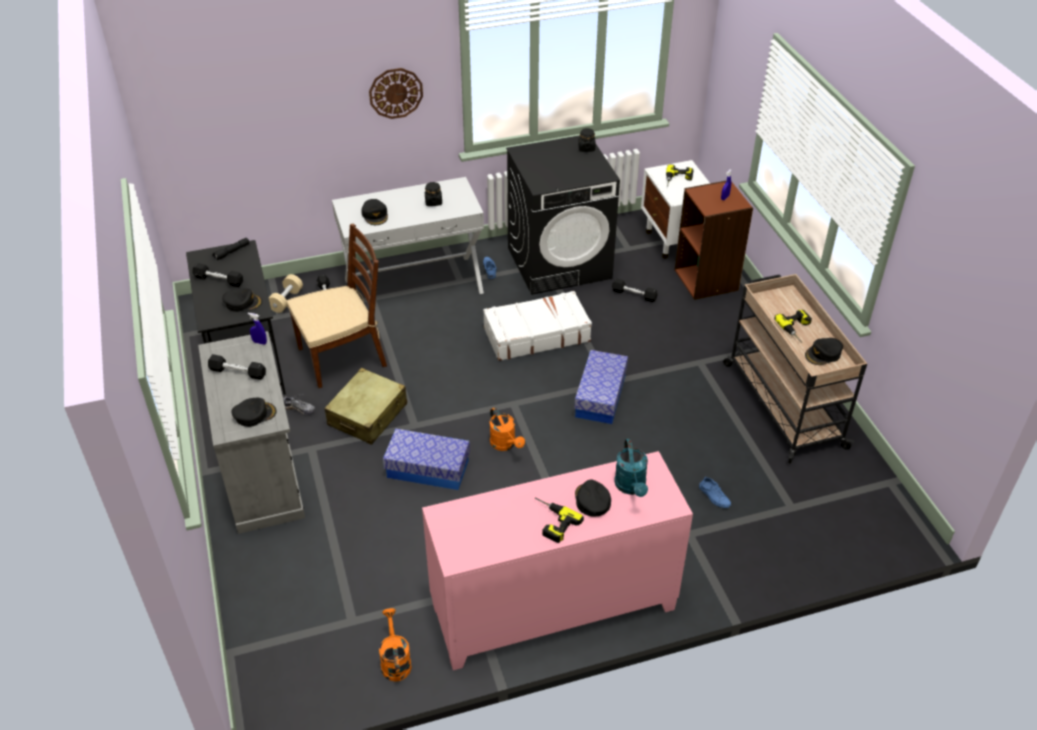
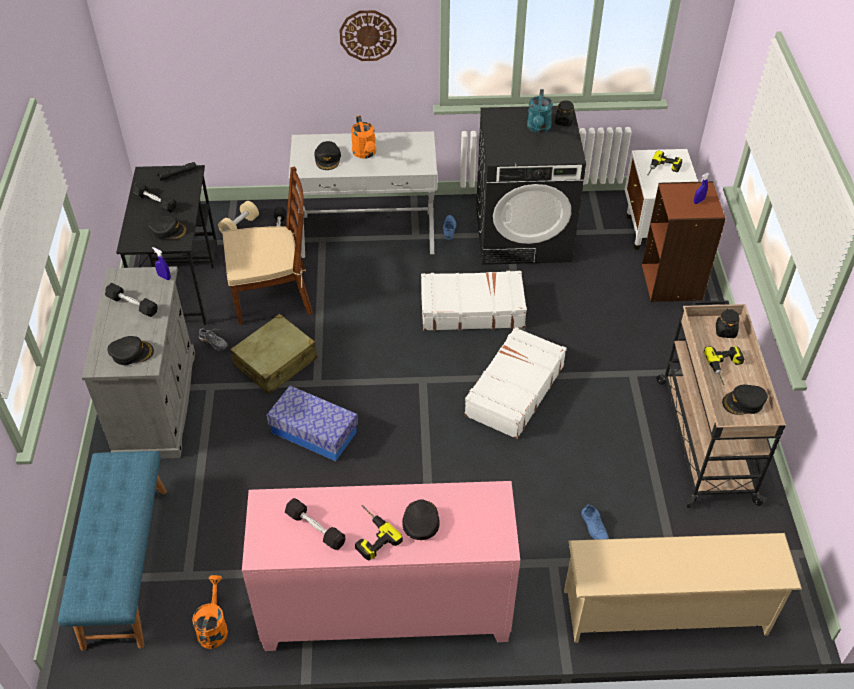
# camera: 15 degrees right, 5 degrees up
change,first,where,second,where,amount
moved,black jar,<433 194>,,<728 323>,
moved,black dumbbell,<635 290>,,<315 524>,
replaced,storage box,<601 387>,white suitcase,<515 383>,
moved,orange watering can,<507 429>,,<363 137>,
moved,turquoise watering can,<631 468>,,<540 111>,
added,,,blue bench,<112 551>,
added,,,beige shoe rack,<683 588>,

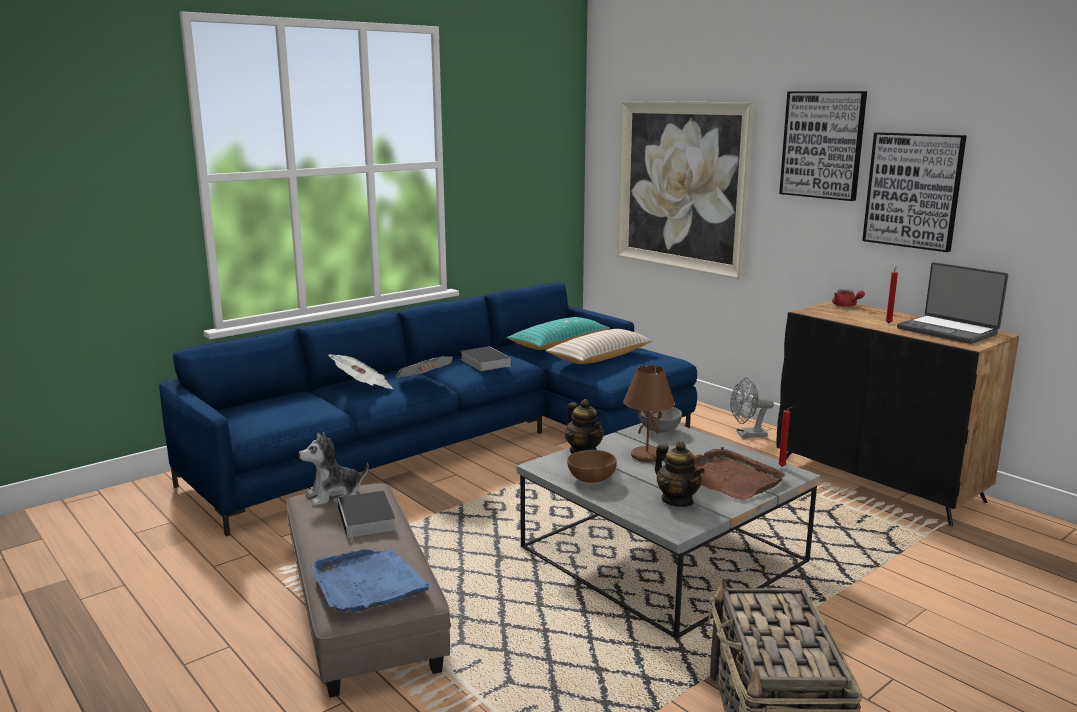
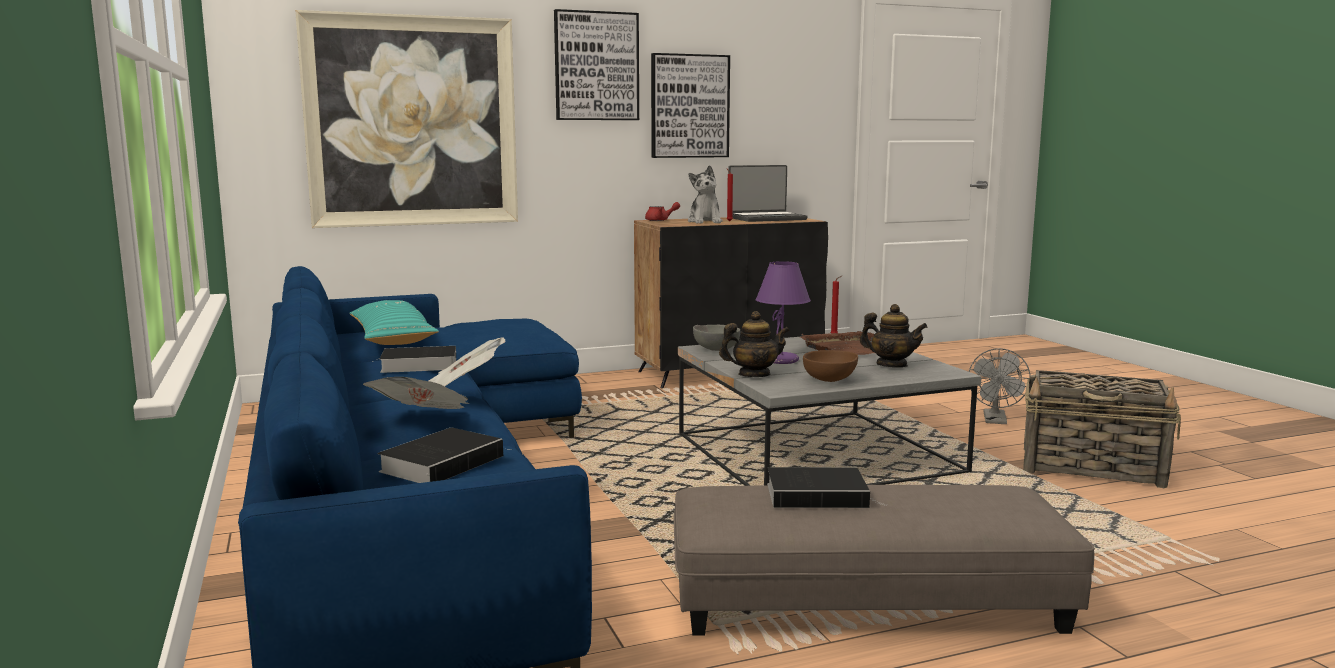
# camera: 70 degrees left, 5 degrees down
change,first,where,second,where,amount
removed,beige pillow,<599 346>,,,
recoloured,brown table lamp,<649 413>,purple table lamp,<783 312>,
moved,grey fan,<752 408>,,<1000 386>,
moved,plush toy,<333 469>,,<705 194>,
turned,teapot,<680 474>,,<893 336>,45 degrees clockwise
removed,blue tray,<372 581>,,,
added,,,book,<442 455>,

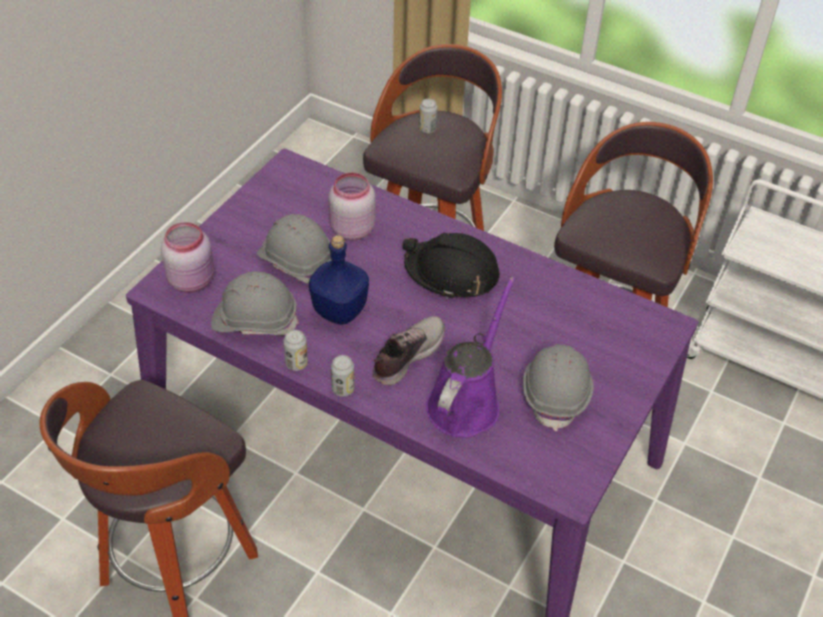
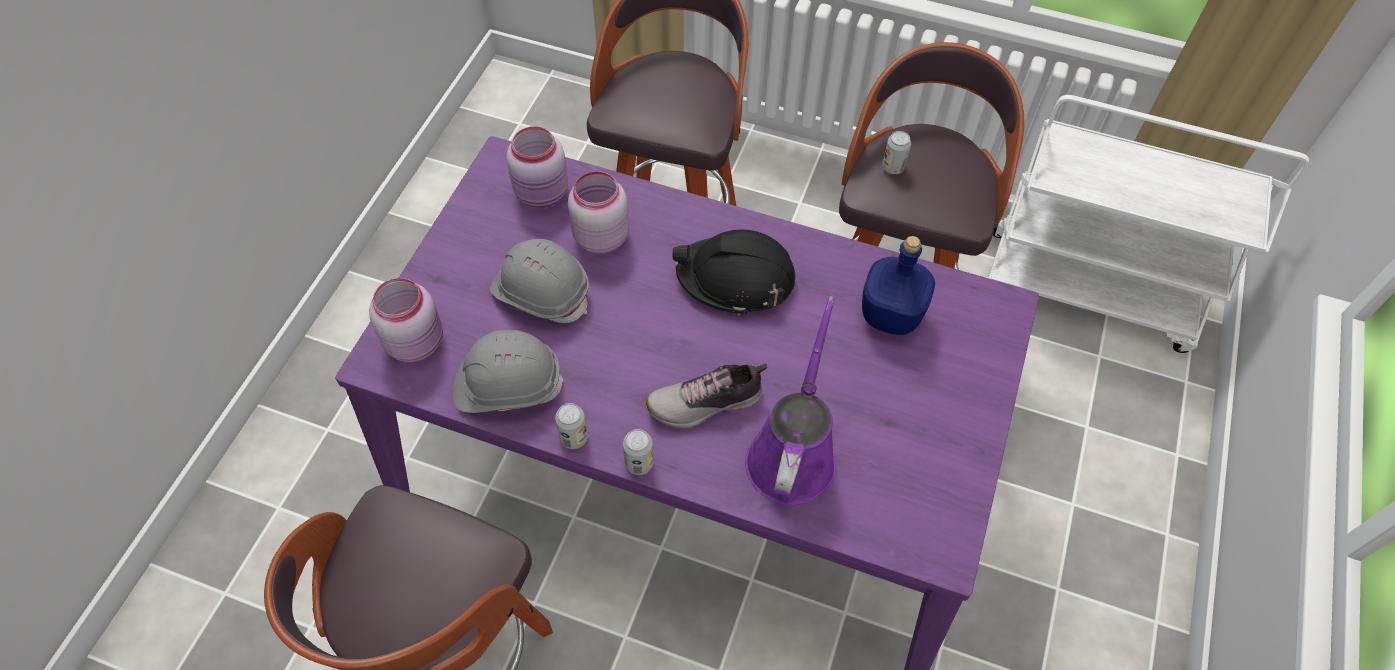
# camera: 10 degrees left, 10 degrees up
change,first,where,second,where,amount
moved,can,<428 116>,,<896 152>,
moved,blue bottle,<339 280>,,<898 285>,
turned,shoe,<409 350>,,<706 396>,135 degrees counterclockwise
removed,grey hard hat,<558 387>,,,
added,,,pink jar,<537 167>,

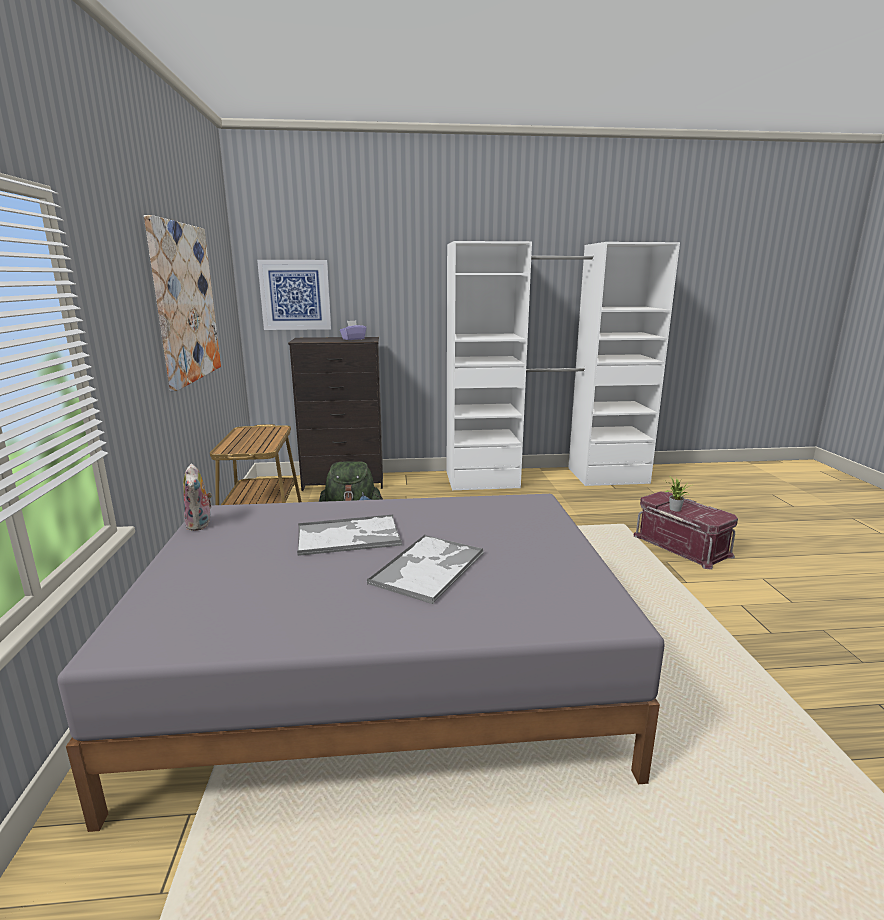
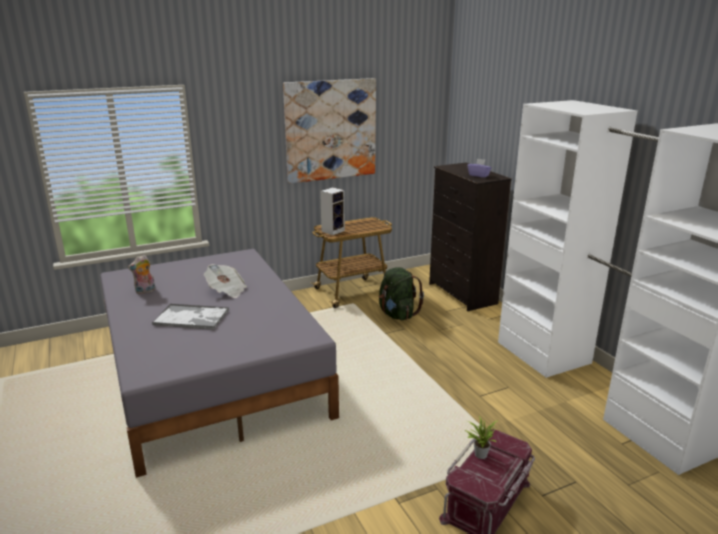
# camera: 70 degrees right, 5 degrees up
change,first,where,second,where,amount
removed,picture,<294 295>,,,
moved,plush toy,<197 497>,,<141 274>,
replaced,tray,<349 535>,newspaper,<225 281>,
added,,,speaker,<332 211>,

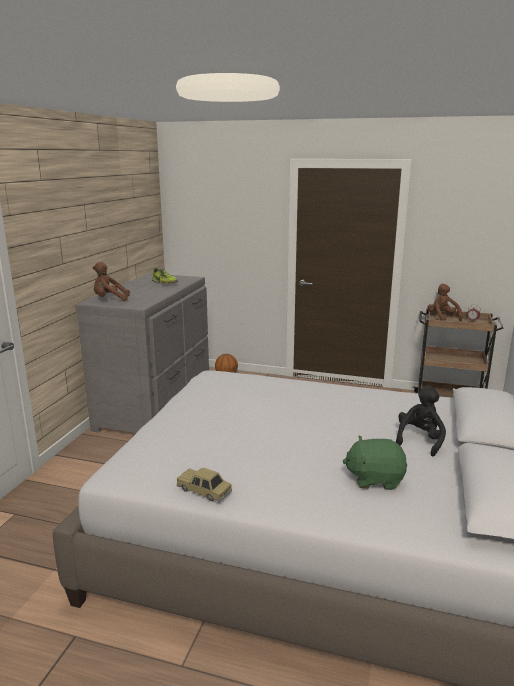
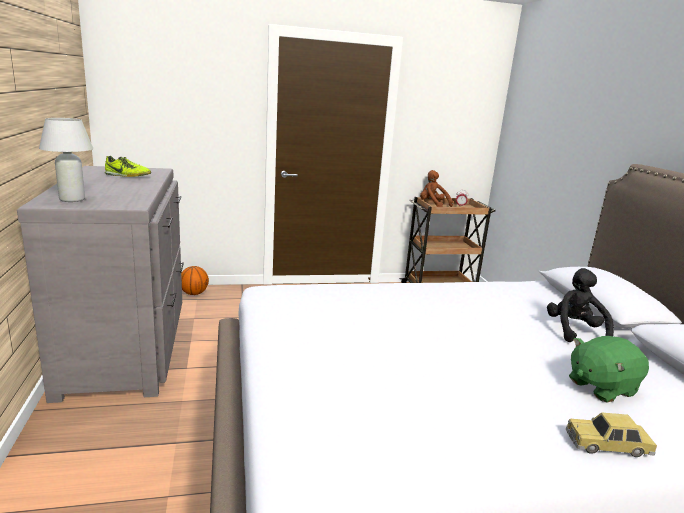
# camera: 30 degrees left, 0 degrees up
change,first,where,second,where,amount
replaced,brown plush toy,<111 281>,white table lamp,<66 160>,
moved,toy car,<204 484>,,<611 434>,

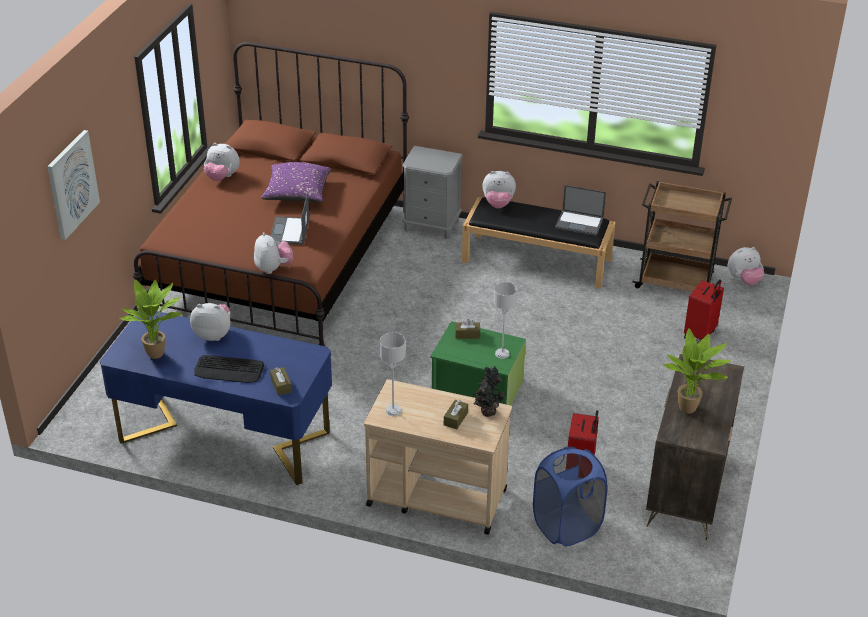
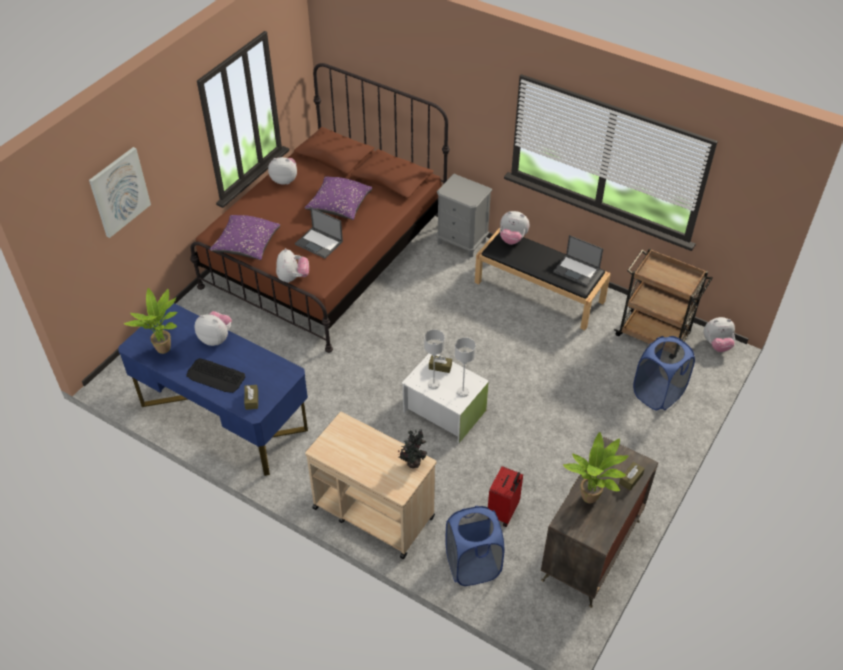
# camera: 15 degrees right, 10 degrees up
change,first,where,second,where,amount
turned,plush toy,<222 162>,,<282 171>,150 degrees clockwise
turned,laptop,<290 218>,,<319 233>,75 degrees counterclockwise
replaced,red suitcase,<704 309>,blue laundry basket,<664 373>,
recoloured,green storage box,<478 363>,white storage box,<445 398>,
moved,grey table lamp,<392 374>,,<434 359>,
moved,brown tissue box,<456 414>,,<632 476>,
added,,,purple pillow,<245 237>,

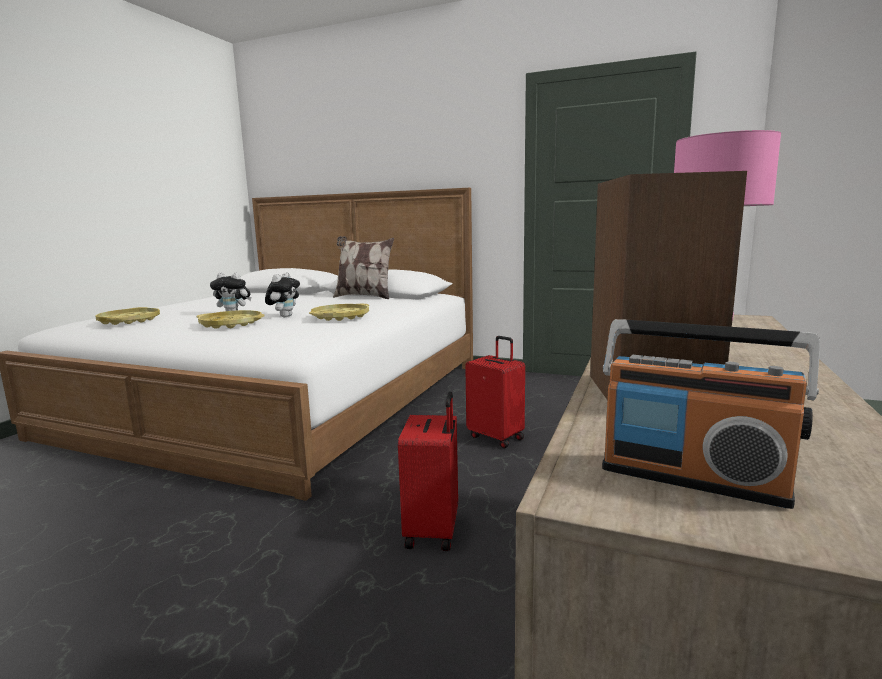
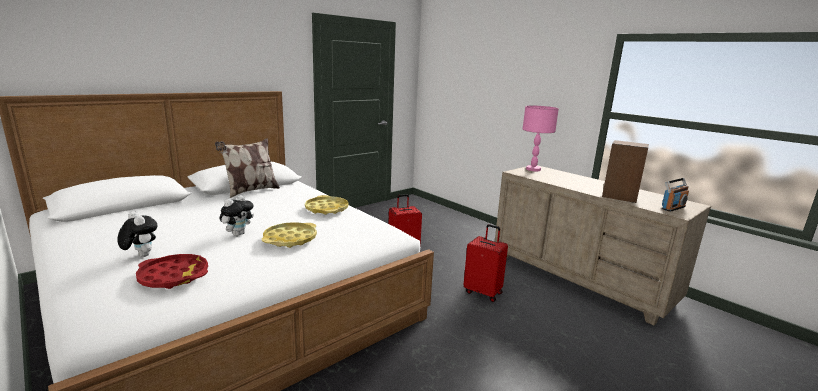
# camera: 65 degrees left, 5 degrees up
change,first,where,second,where,amount
moved,plush toy,<282 295>,,<137 234>,
recoloured,yellow tray,<127 316>,red tray,<172 271>,

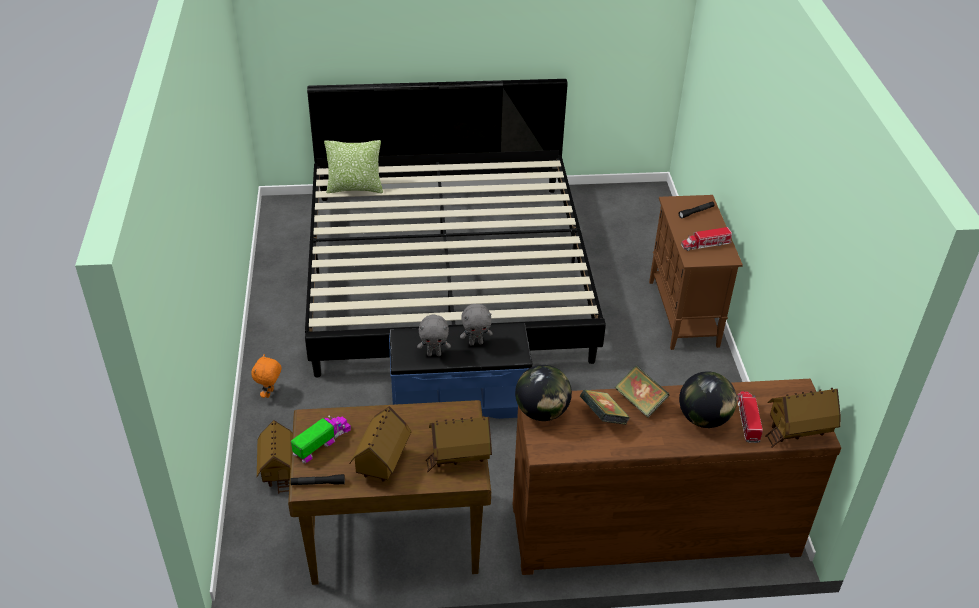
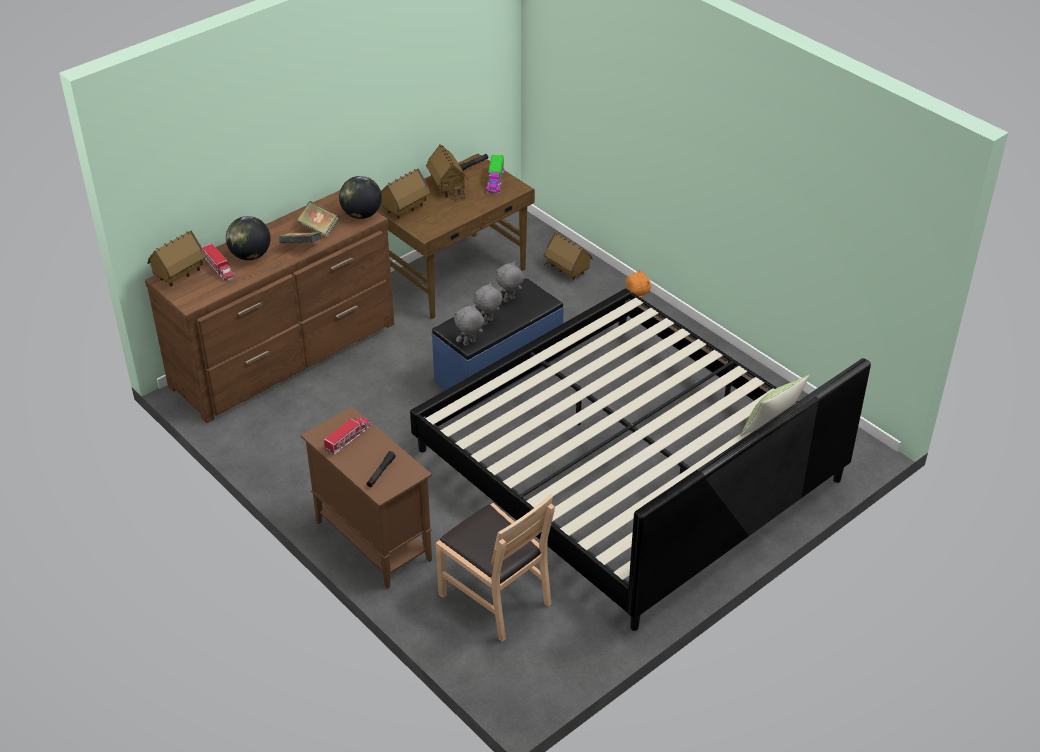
# camera: 145 degrees right, 0 degrees up
change,first,where,second,where,amount
added,,,grey plush toy,<469 325>,
added,,,brown chair,<495 568>,

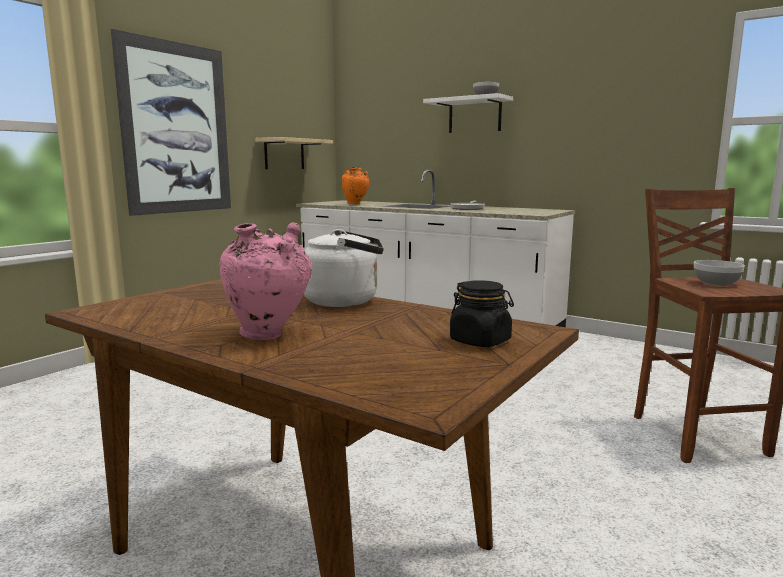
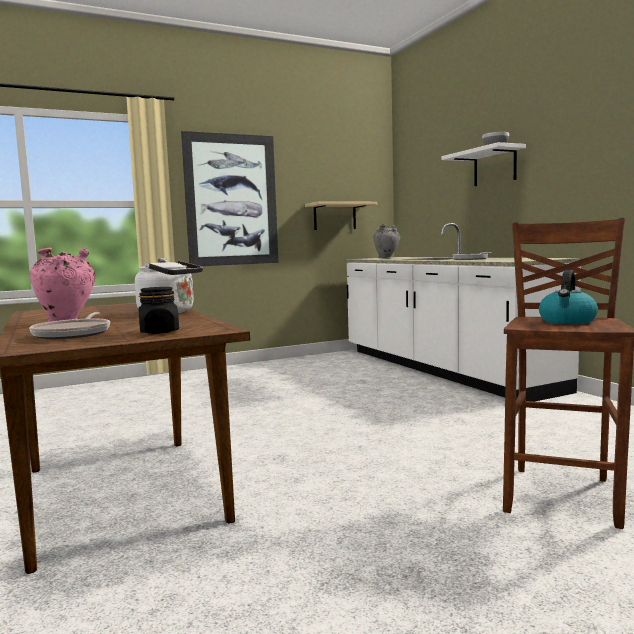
# camera: 30 degrees right, 5 degrees down
change,first,where,second,where,amount
recoloured,orange vase,<355 186>,grey vase,<386 241>,
replaced,bowl,<719 273>,kettle,<568 297>,
added,,,frying pan,<69 325>,

